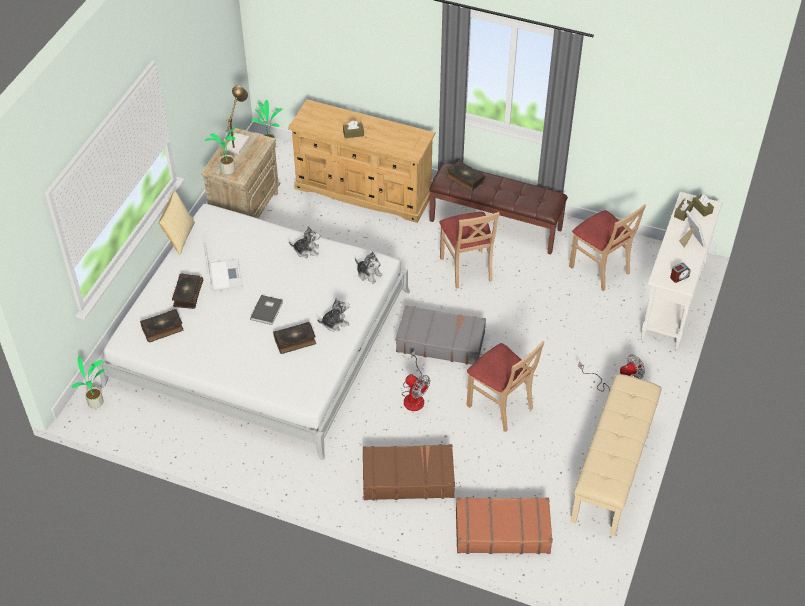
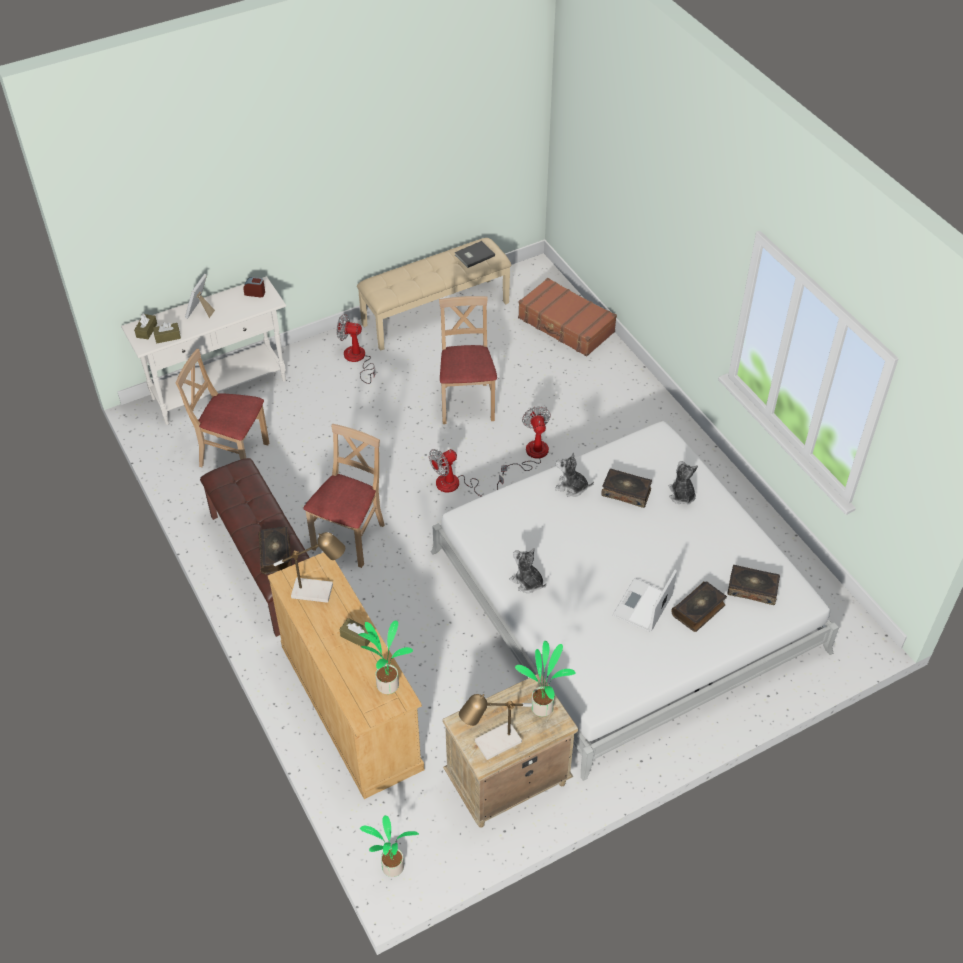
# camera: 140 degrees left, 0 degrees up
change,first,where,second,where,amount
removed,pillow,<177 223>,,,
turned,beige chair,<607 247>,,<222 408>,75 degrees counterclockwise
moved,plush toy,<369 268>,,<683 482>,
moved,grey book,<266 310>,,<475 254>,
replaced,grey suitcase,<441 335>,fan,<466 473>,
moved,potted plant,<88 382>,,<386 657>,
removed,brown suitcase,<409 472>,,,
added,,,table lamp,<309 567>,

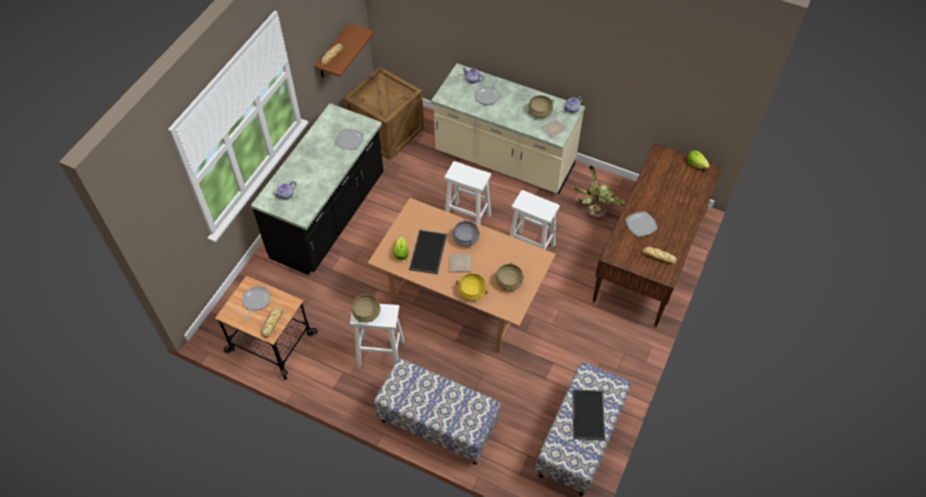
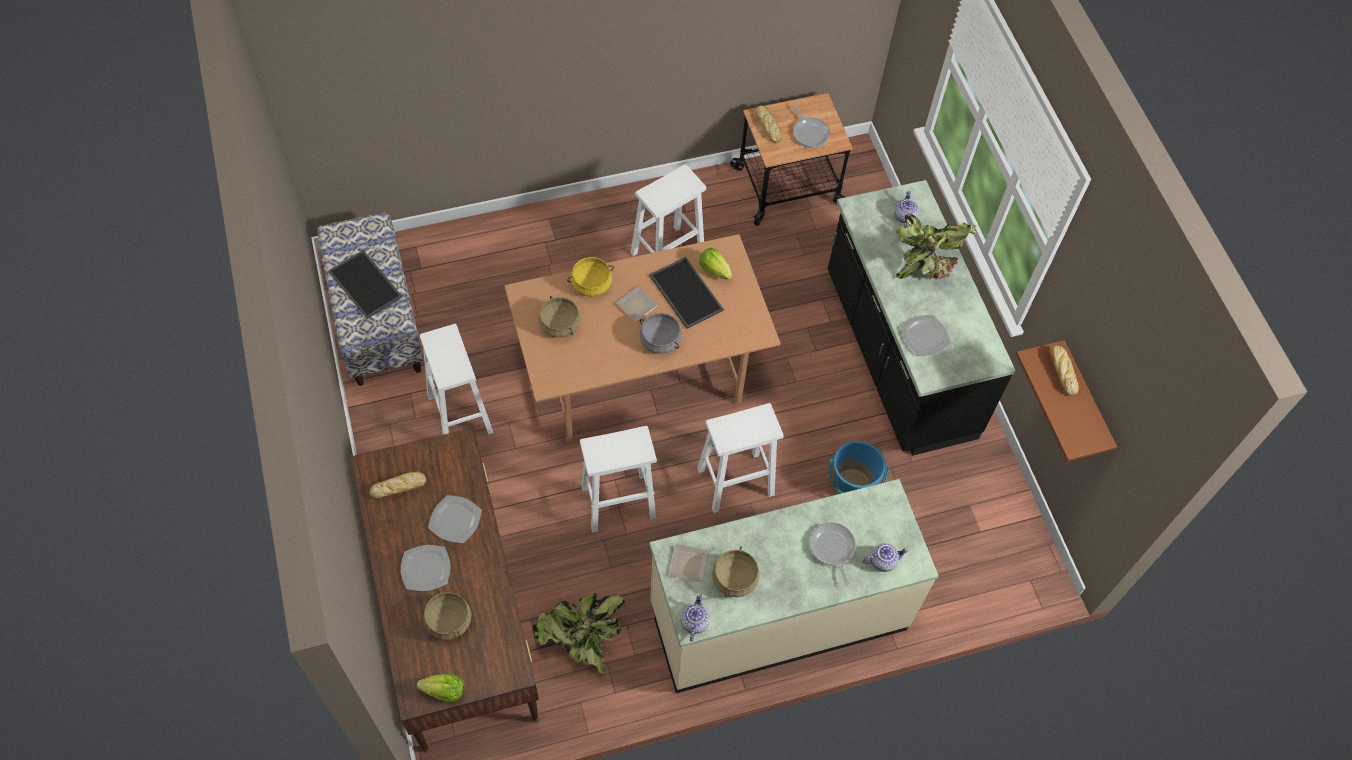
# camera: 135 degrees right, 5 degrees up
change,first,where,second,where,amount
removed,crate,<384 113>,,,
moved,beige cooking pot,<366 307>,,<447 615>,
removed,bench,<437 411>,,,
added,,,potted plant,<936 246>,
added,,,white stool,<457 379>,
added,,,blue bucket,<858 467>,
added,,,plate,<426 568>,

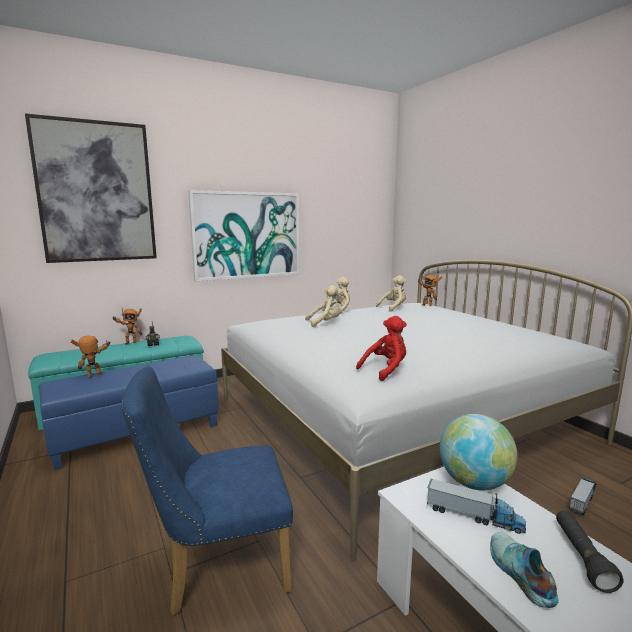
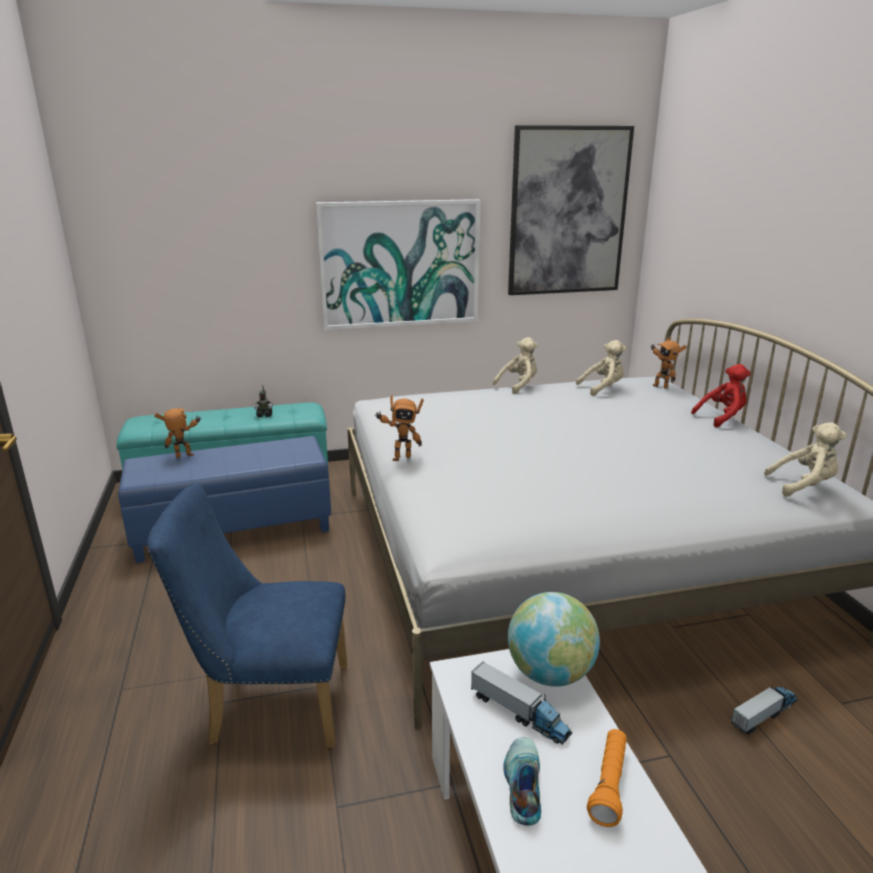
# camera: 15 degrees right, 10 degrees up
change,first,where,second,where,amount
moved,picture,<91 188>,,<571 210>,
moved,beige plush toy,<323 306>,,<805 459>,
moved,toy robot,<127 326>,,<399 428>,
moved,red plush toy,<381 348>,,<721 395>,
recoloured,black flashlight,<589 551>,orange flashlight,<607 778>,

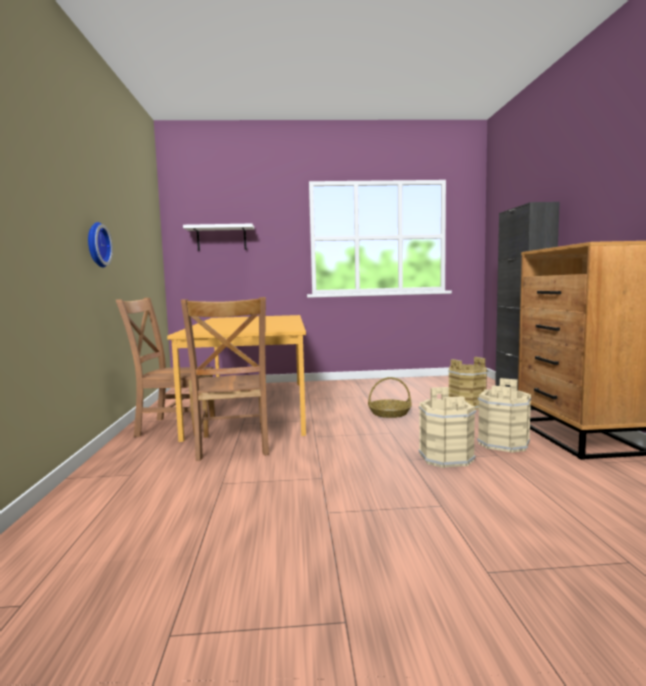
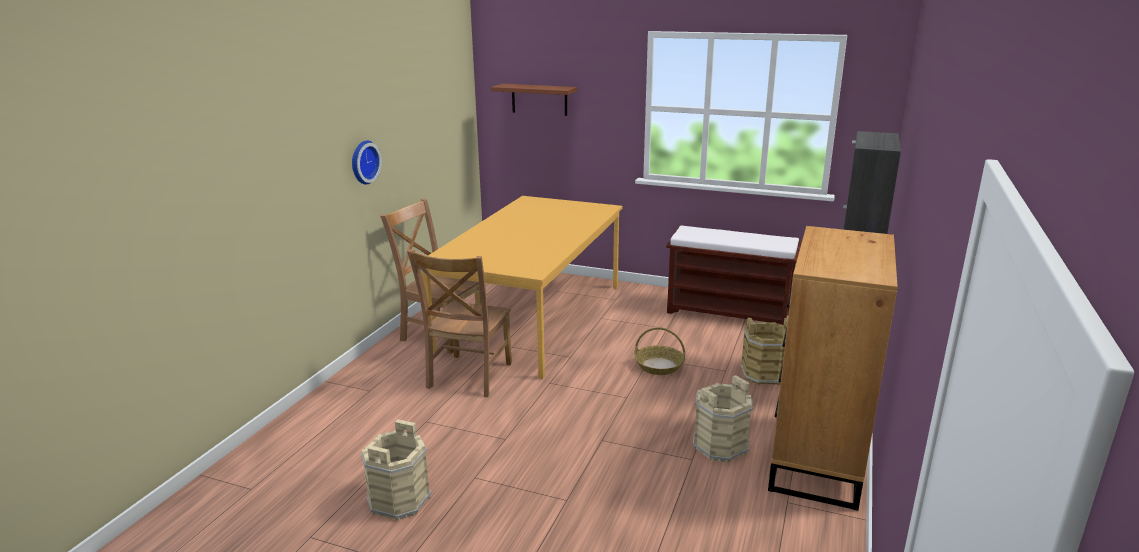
# camera: 25 degrees right, 15 degrees up
change,first,where,second,where,amount
recoloured,white shelf,<218 237>,brown shelf,<534 100>,
moved,beige bucket,<448 427>,,<396 469>,
added,,,brown bench,<734 275>,

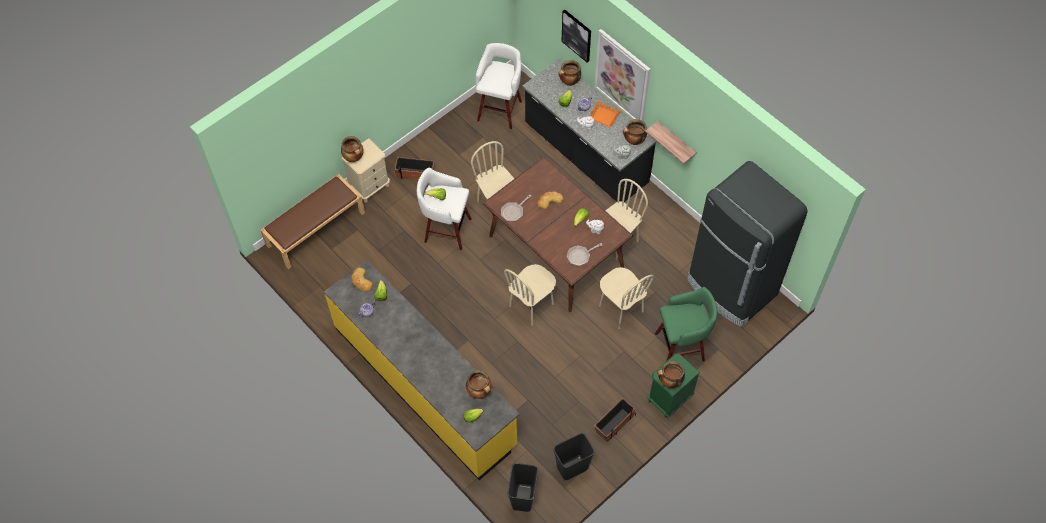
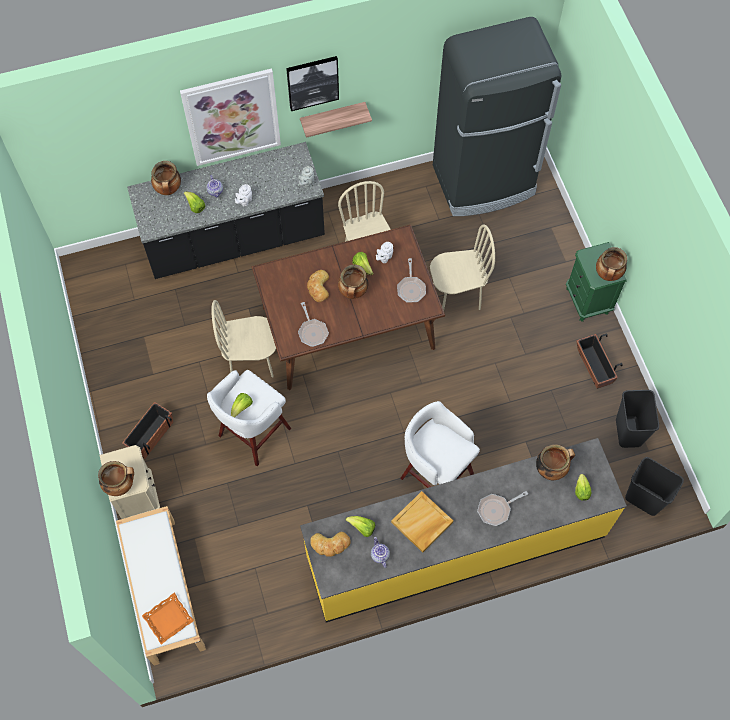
# camera: 65 degrees left, 5 degrees up
change,first,where,second,where,amount
moved,picture,<576 36>,,<312 83>,
moved,white stool,<498 86>,,<440 444>,
moved,orange tray,<605 114>,,<168 618>,
moved,cooking pot,<634 132>,,<353 282>,
recoloured,brown bench,<313 221>,white bench,<161 586>,
removed,beige chair,<530 295>,,,
removed,green stool,<686 324>,,,
added,,,beige tray,<422 521>,
added,,,frying pan,<502 508>,

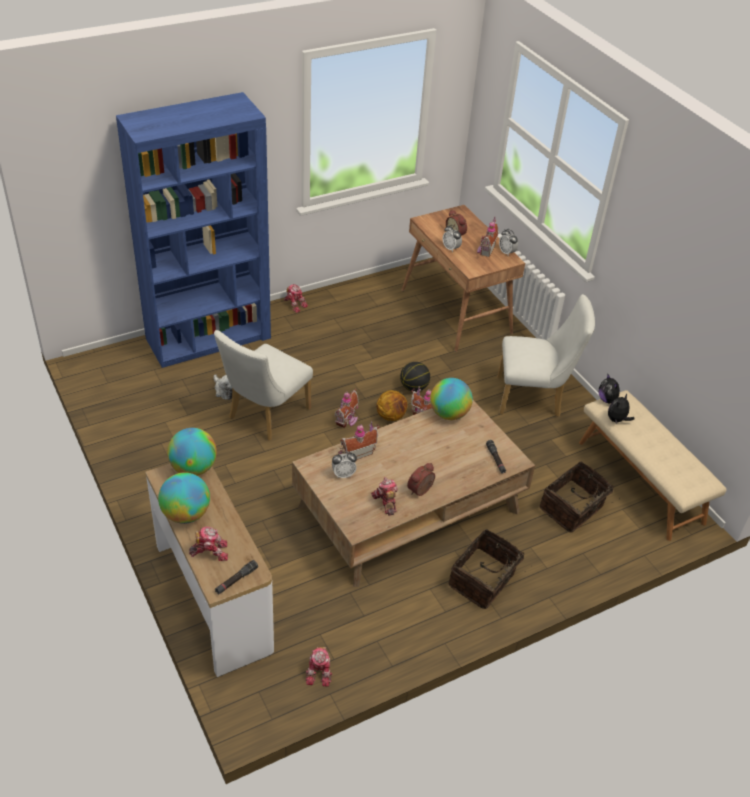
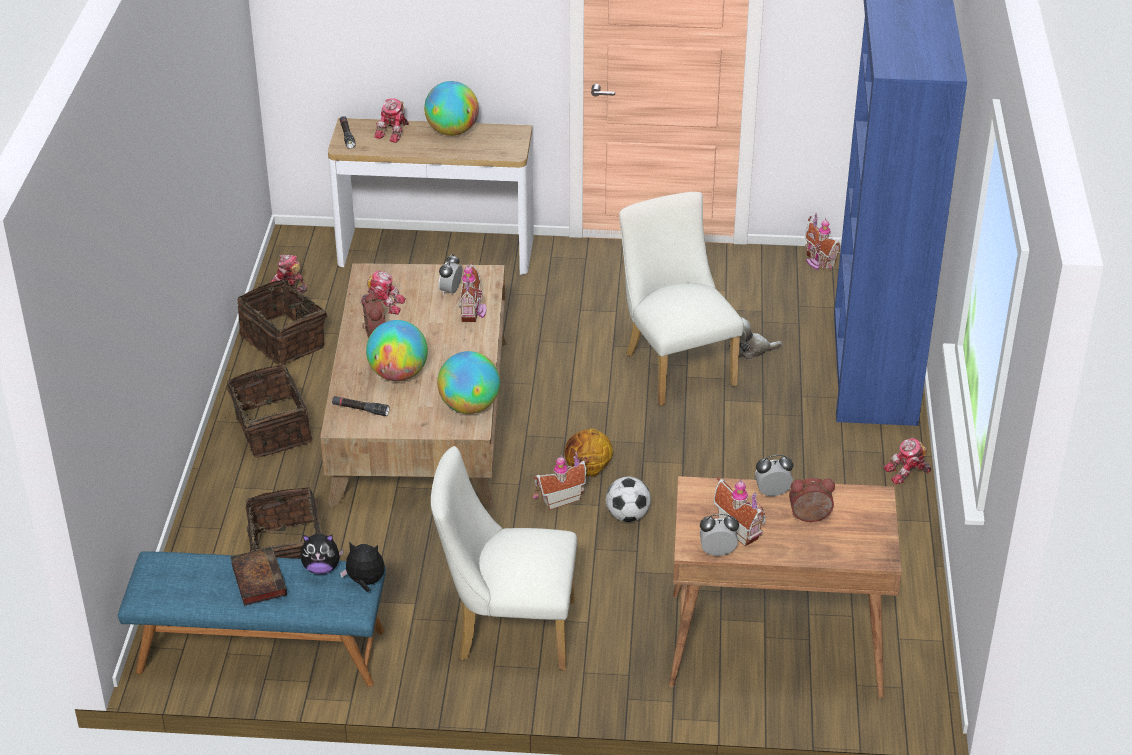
# camera: 125 degrees right, 5 degrees down
change,first,where,second,where,amount
turned,white chair,<546 355>,,<504 558>,60 degrees clockwise
replaced,basketball,<415 377>,football,<628 499>,
moved,toy house,<346 408>,,<823 241>,
recoloured,beige bench,<653 465>,blue bench,<252 619>,
turned,plush toy,<621 408>,,<322 553>,105 degrees clockwise
moved,globe,<192 452>,,<397 350>,
added,,,basket,<282 322>,
added,,,book,<259 576>,

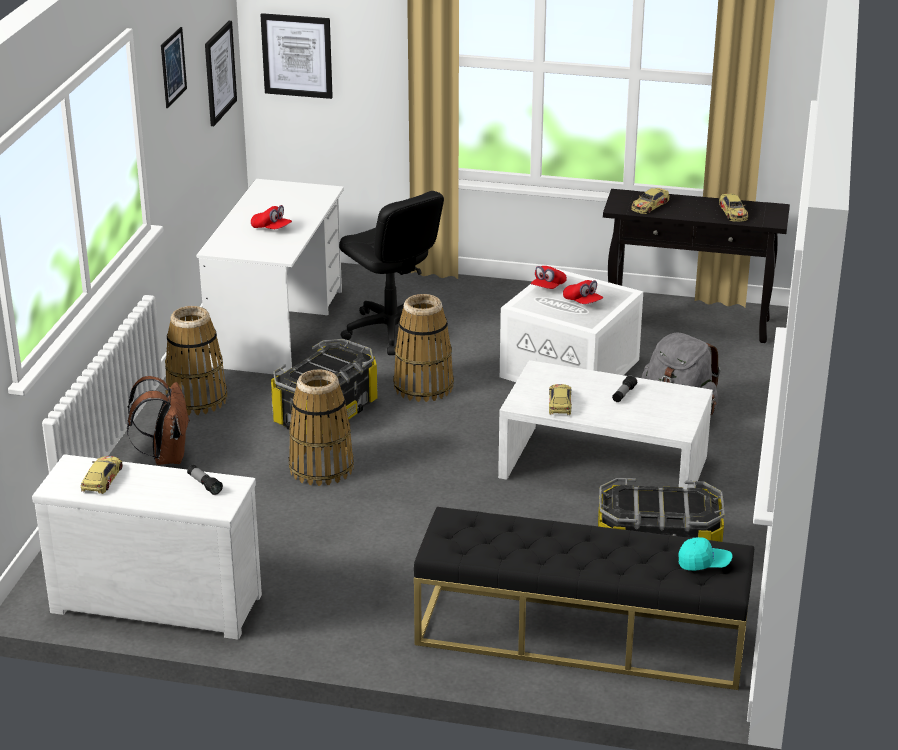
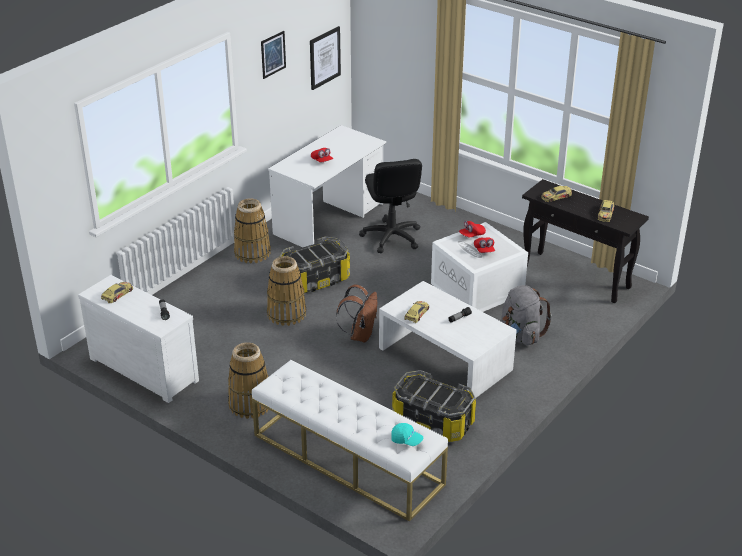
# camera: 25 degrees right, 5 degrees up
change,first,where,second,where,amount
removed,picture,<296 56>,,,
moved,basket,<423 348>,,<248 380>,
moved,brown backpack,<158 420>,,<356 313>,
recoloured,black bench,<584 598>,white bench,<350 441>,

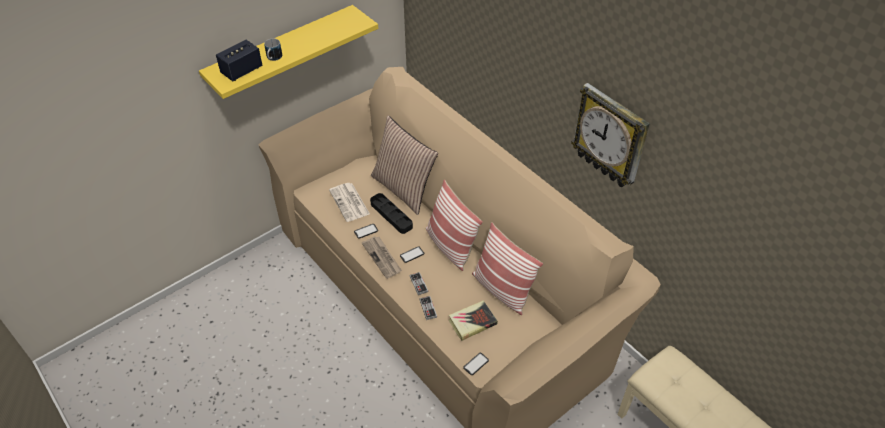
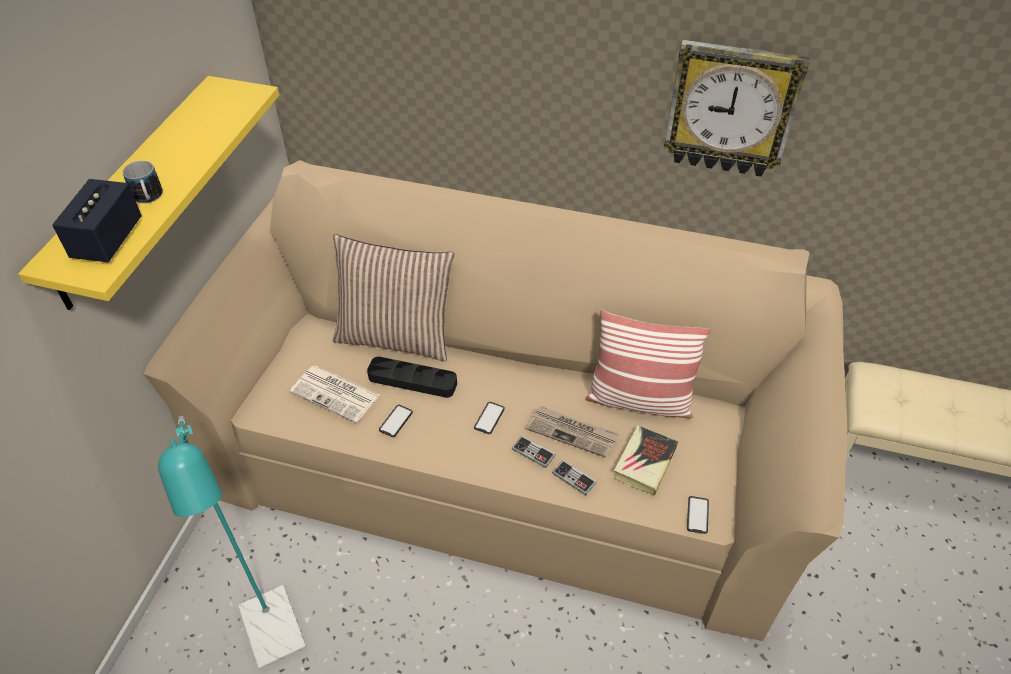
# camera: 35 degrees left, 0 degrees up
change,first,where,second,where,amount
removed,pillow,<454 225>,,,
moved,newspaper,<382 257>,,<572 432>,
added,,,turquoise floor lamp,<232 543>,

